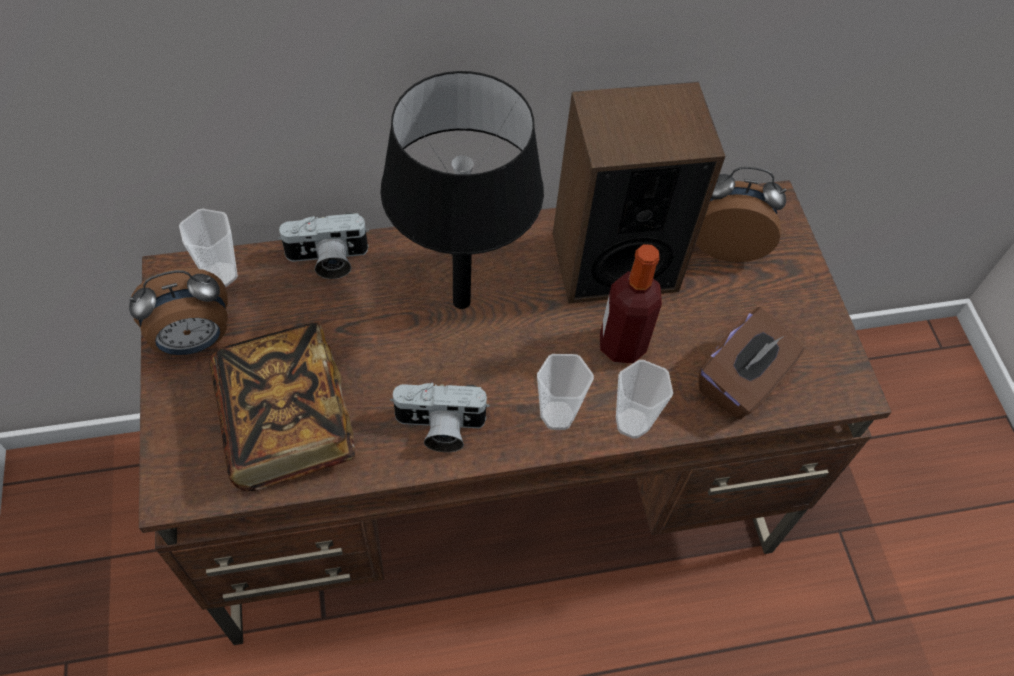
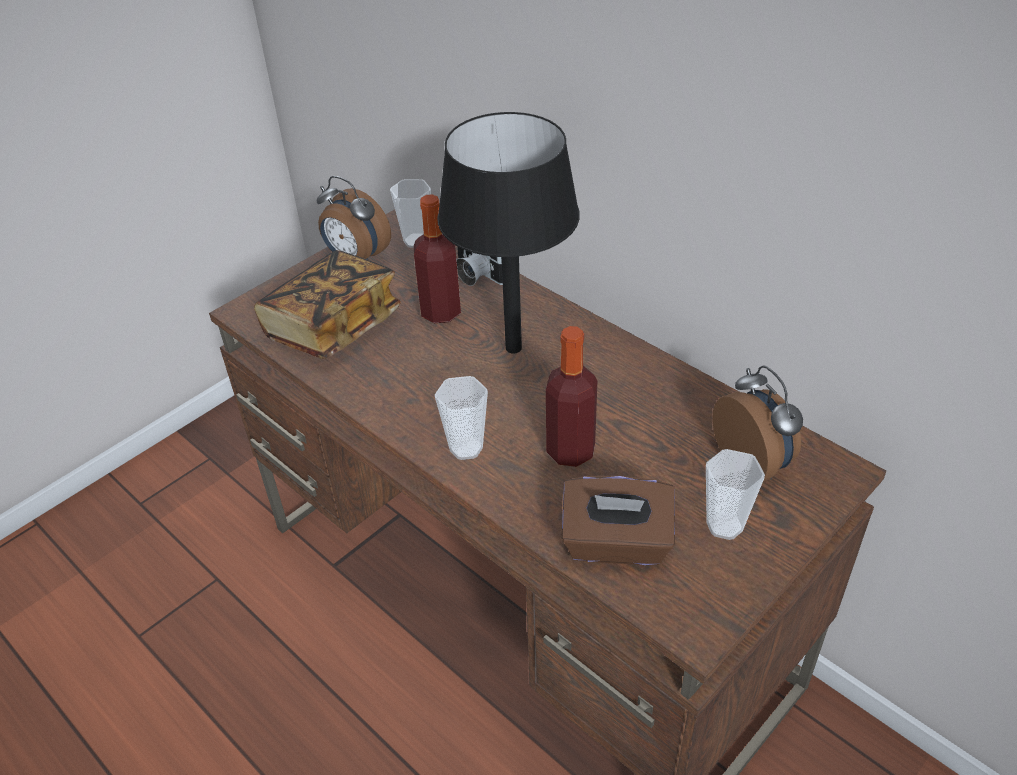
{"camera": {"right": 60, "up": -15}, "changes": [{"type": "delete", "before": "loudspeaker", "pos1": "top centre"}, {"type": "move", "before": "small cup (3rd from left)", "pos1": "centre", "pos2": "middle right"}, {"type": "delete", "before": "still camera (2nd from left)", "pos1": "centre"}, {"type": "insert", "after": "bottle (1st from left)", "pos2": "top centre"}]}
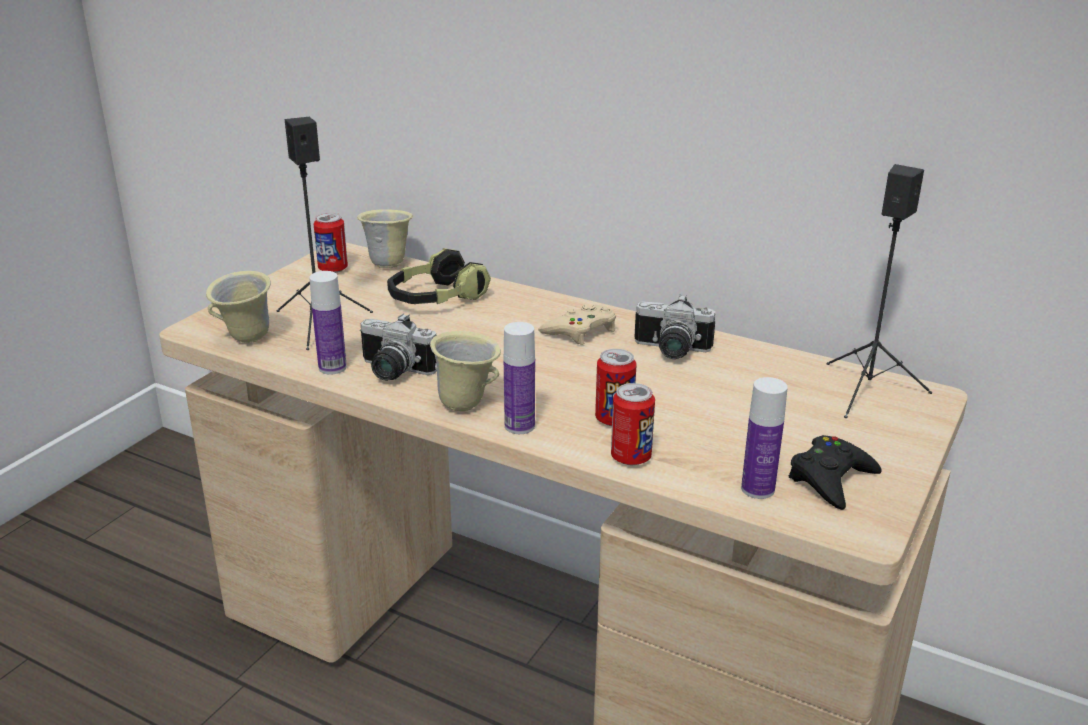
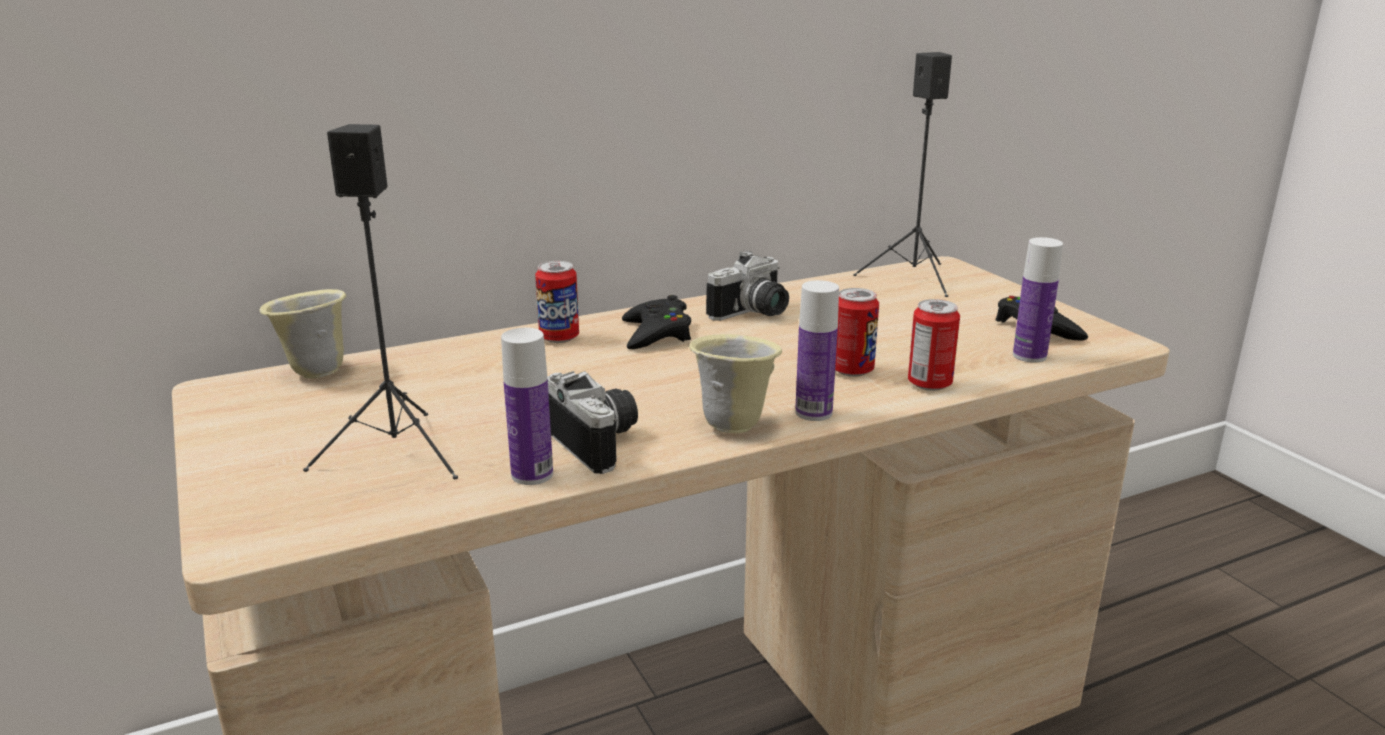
{"camera": {"right": -55, "up": -5}, "changes": [{"type": "move", "before": "can (1st from left)", "pos1": "middle left", "pos2": "centre"}, {"type": "delete", "before": "pair of headphones", "pos1": "centre"}, {"type": "delete", "before": "coffee mug in beige-coloured (1st from left)", "pos1": "middle left"}, {"type": "recolor", "before": "gamepad in beige-coloured", "after": "gamepad in blackish (1st from left)", "pos1": "centre", "pos2": "centre"}, {"type": "rotate", "before": "still camera (1st from left)", "pos1": "centre", "pos2": "centre", "turn": -90}]}
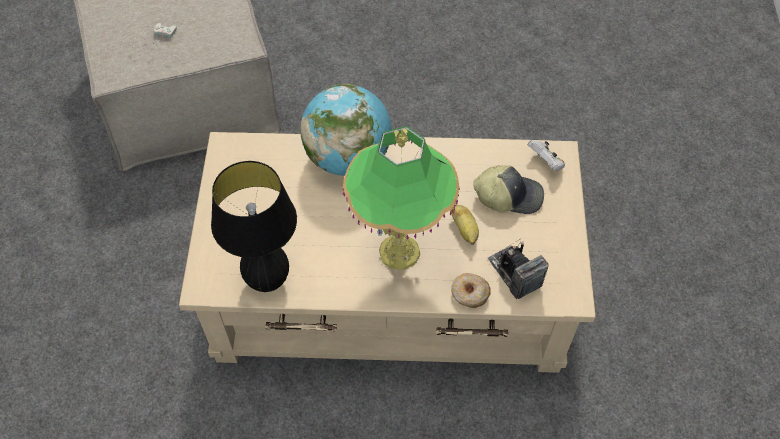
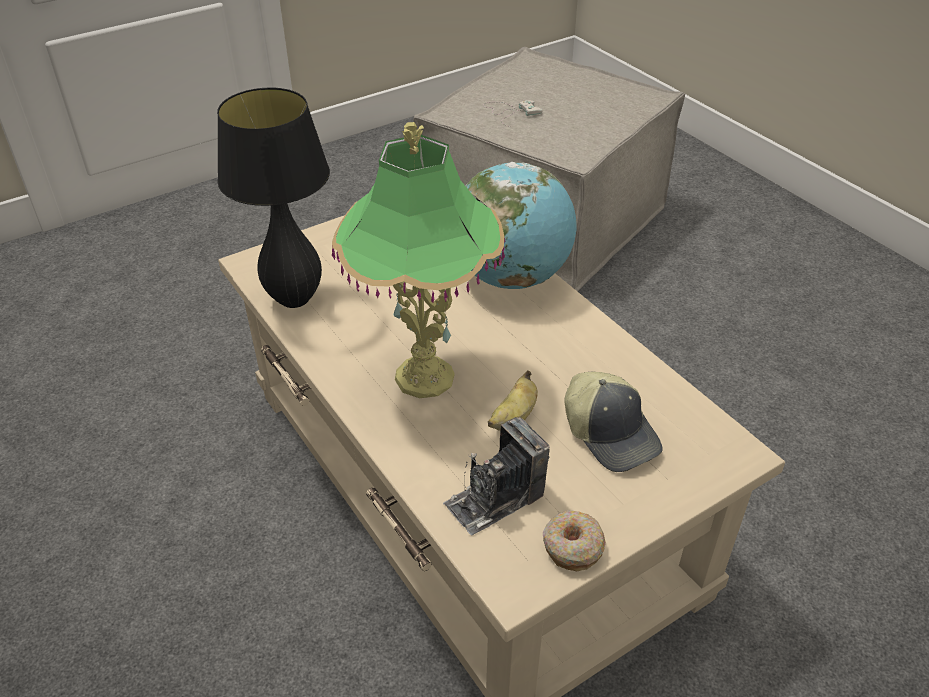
{"camera": {"right": 55, "up": -15}, "changes": [{"type": "delete", "before": "gamepad in white-coloured (2nd from left)", "pos1": "middle right"}, {"type": "rotate", "before": "still camera", "pos1": "centre", "pos2": "bottom centre", "turn": -150}, {"type": "move", "before": "doughnut", "pos1": "centre", "pos2": "bottom centre"}]}
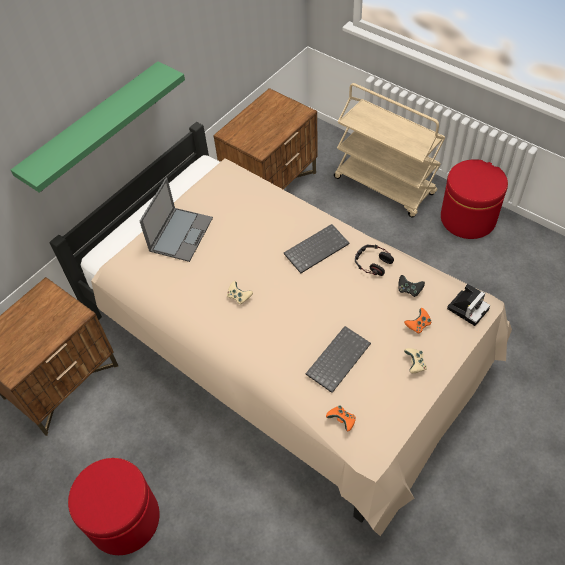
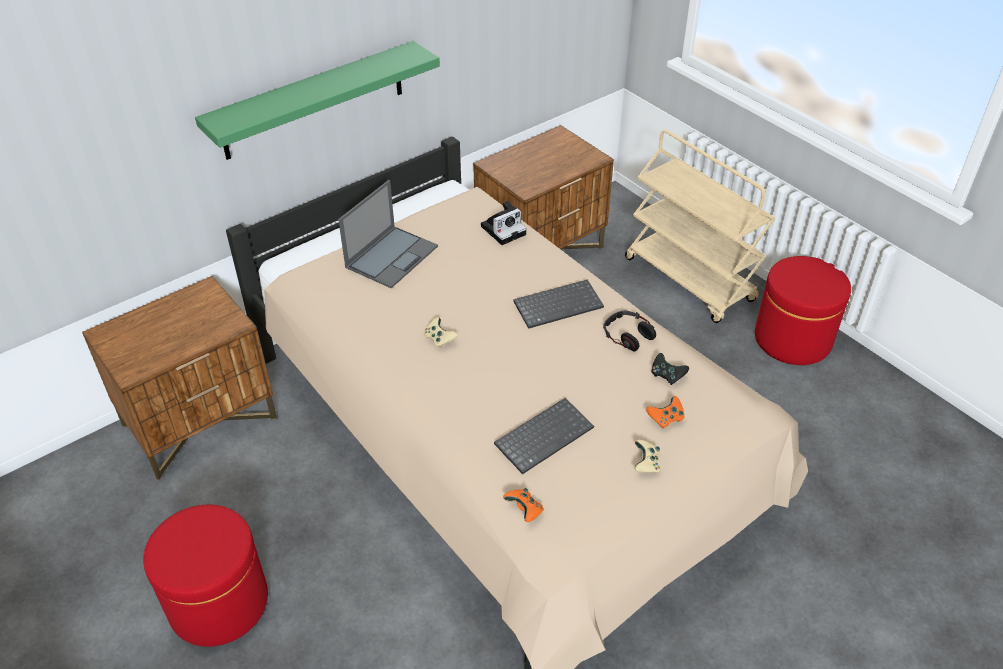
{"camera": {"right": 10, "up": -10}, "changes": [{"type": "move", "before": "still camera", "pos1": "middle right", "pos2": "centre"}]}
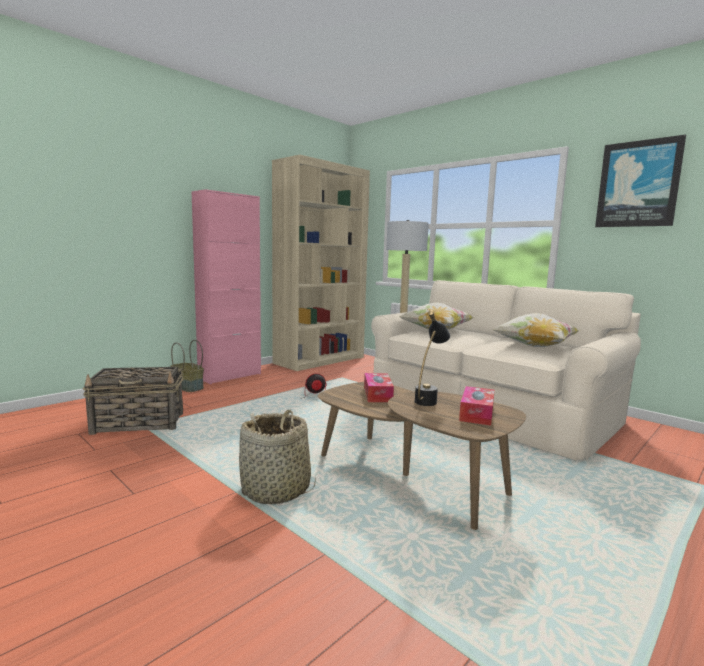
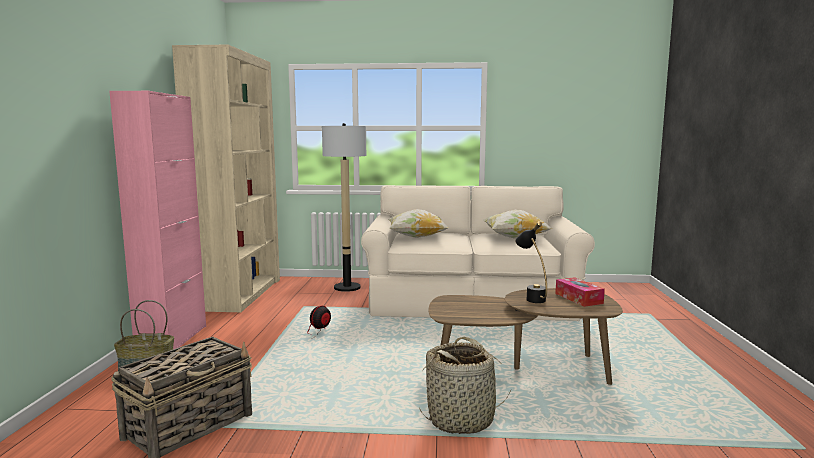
{"camera": {"right": -40, "up": 0}, "changes": [{"type": "delete", "before": "wall art", "pos1": "top right"}, {"type": "delete", "before": "tissue holder (1st from left)", "pos1": "centre"}]}
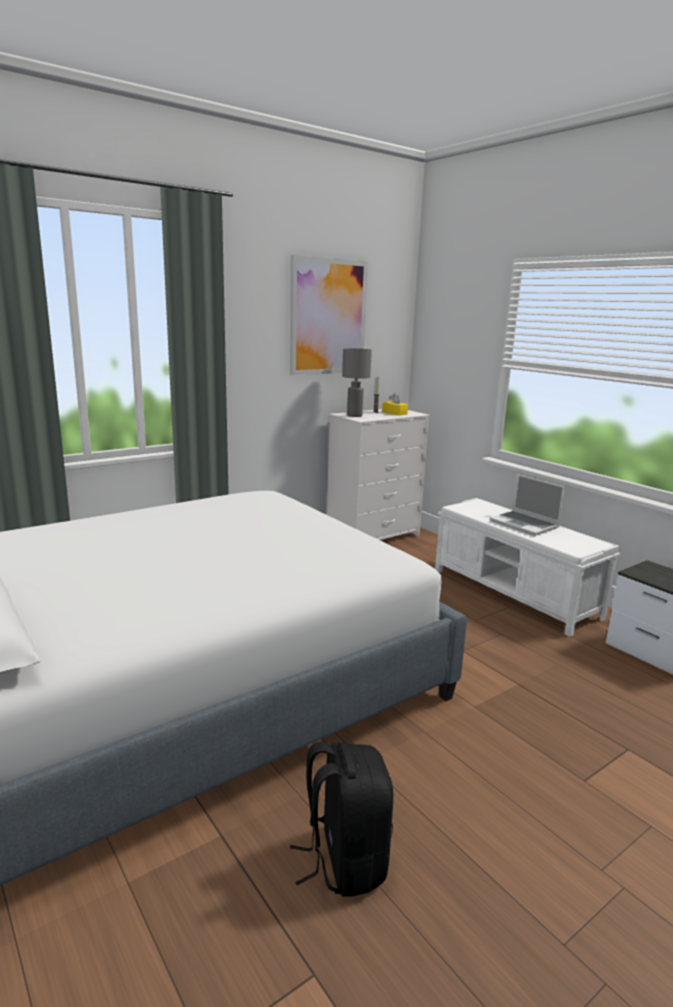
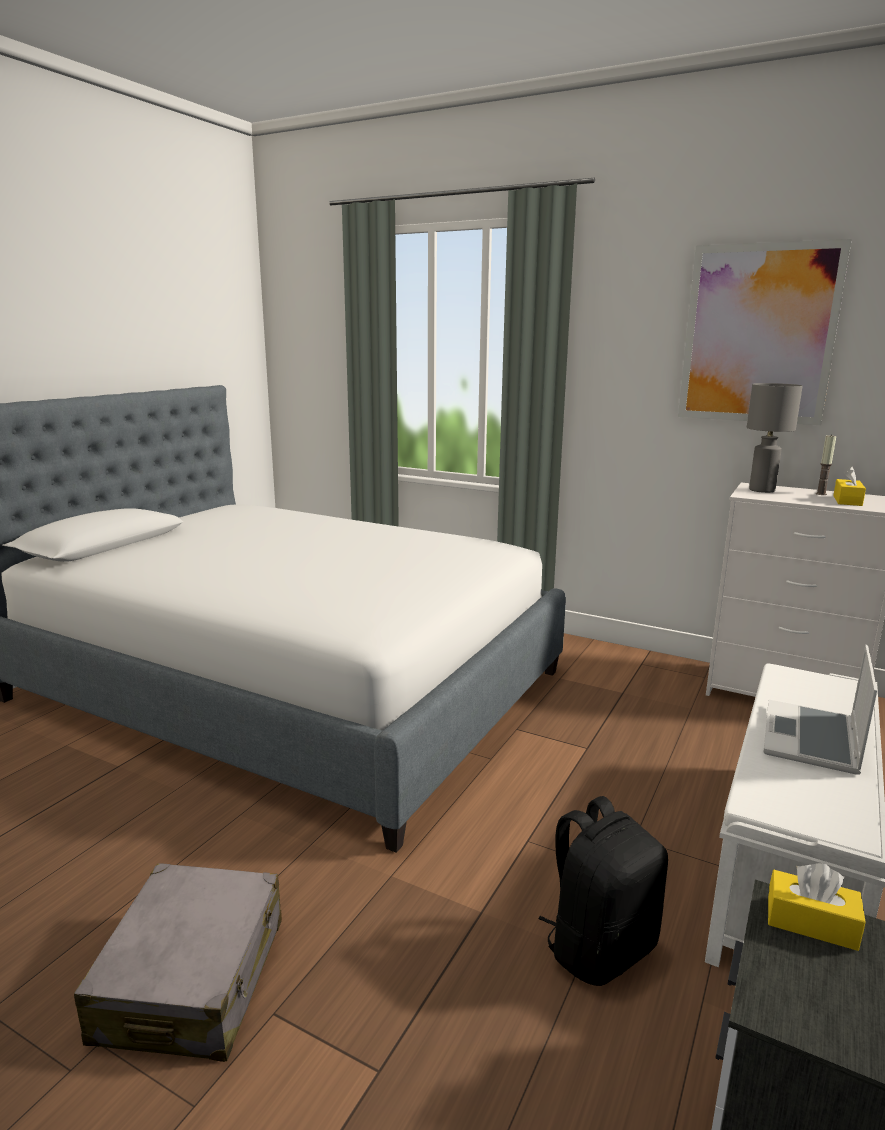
{"camera": {"right": 65, "up": 0}, "changes": [{"type": "move", "before": "knapsack in blackish", "pos1": "bottom centre", "pos2": "bottom right"}, {"type": "insert", "after": "suitcase in grey", "pos2": "bottom left"}, {"type": "insert", "after": "tissue holder in yellow-coloured (1st from left)", "pos2": "bottom right"}]}
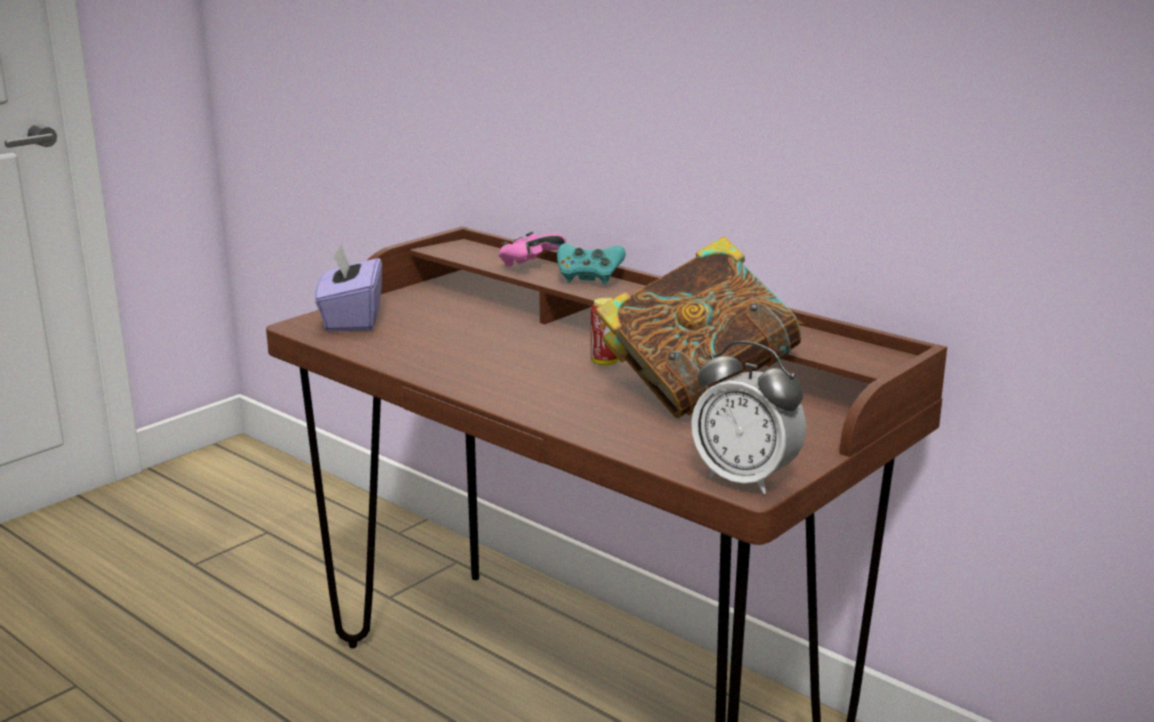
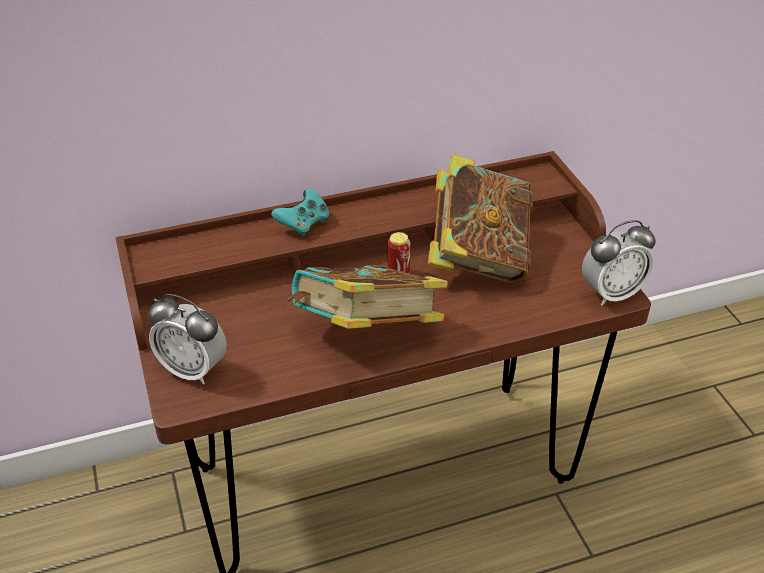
{"camera": {"right": -60, "up": 20}, "changes": [{"type": "delete", "before": "gamepad in pink", "pos1": "centre"}, {"type": "replace", "before": "tissue holder in purple-coloured", "after": "table clock (1st from left)", "pos1": "middle left", "pos2": "middle left"}, {"type": "insert", "after": "volume (1st from left)", "pos2": "centre"}]}
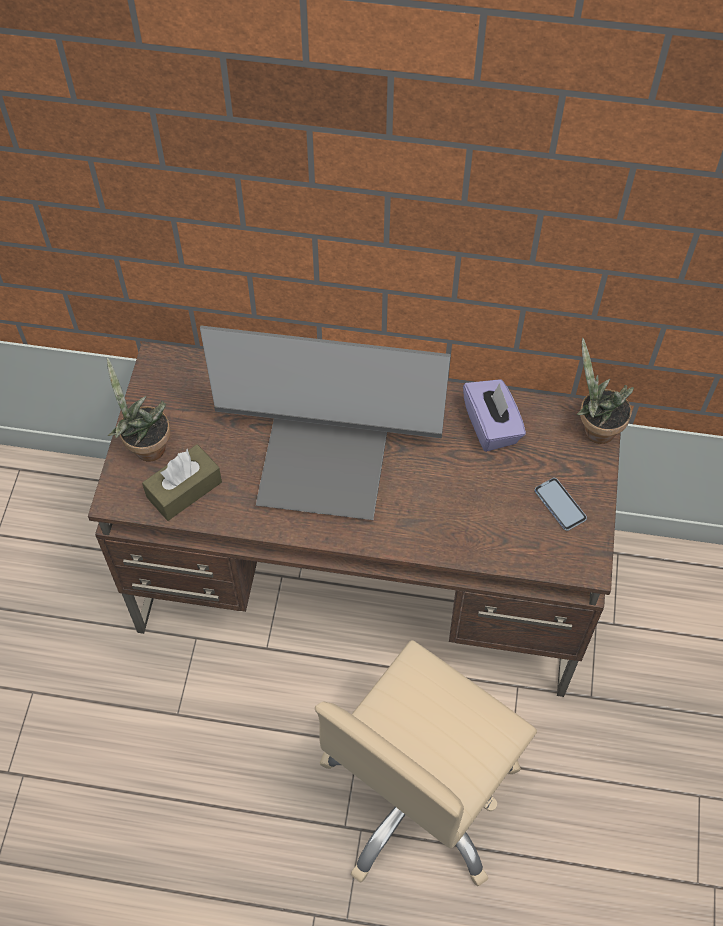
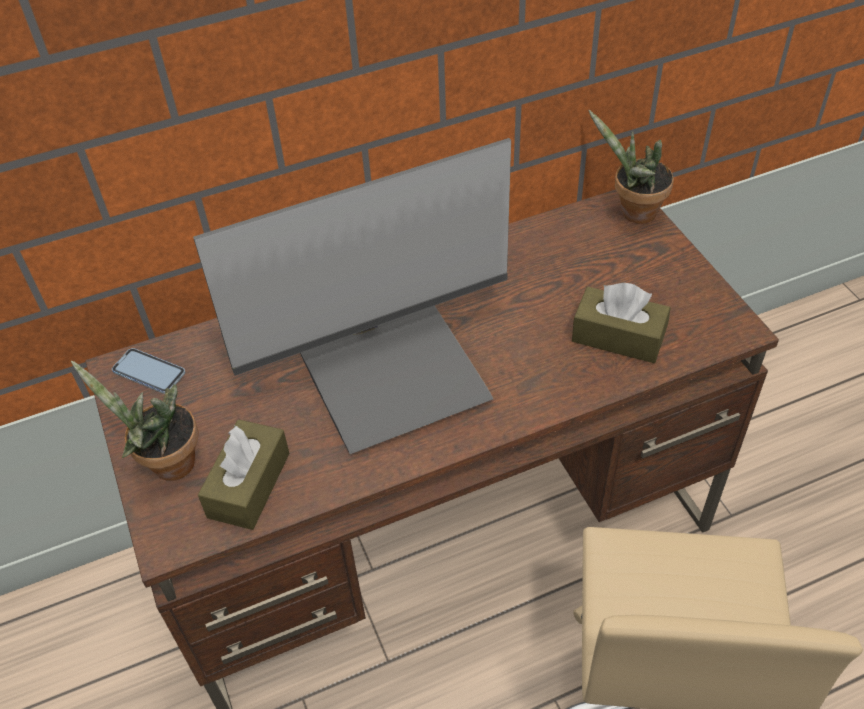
{"camera": {"right": -30, "up": -10}, "changes": [{"type": "delete", "before": "tissue holder in purple-coloured", "pos1": "middle right"}, {"type": "move", "before": "handset", "pos1": "middle right", "pos2": "middle left"}, {"type": "insert", "after": "tissue holder in brown (2nd from left)", "pos2": "middle right"}]}
